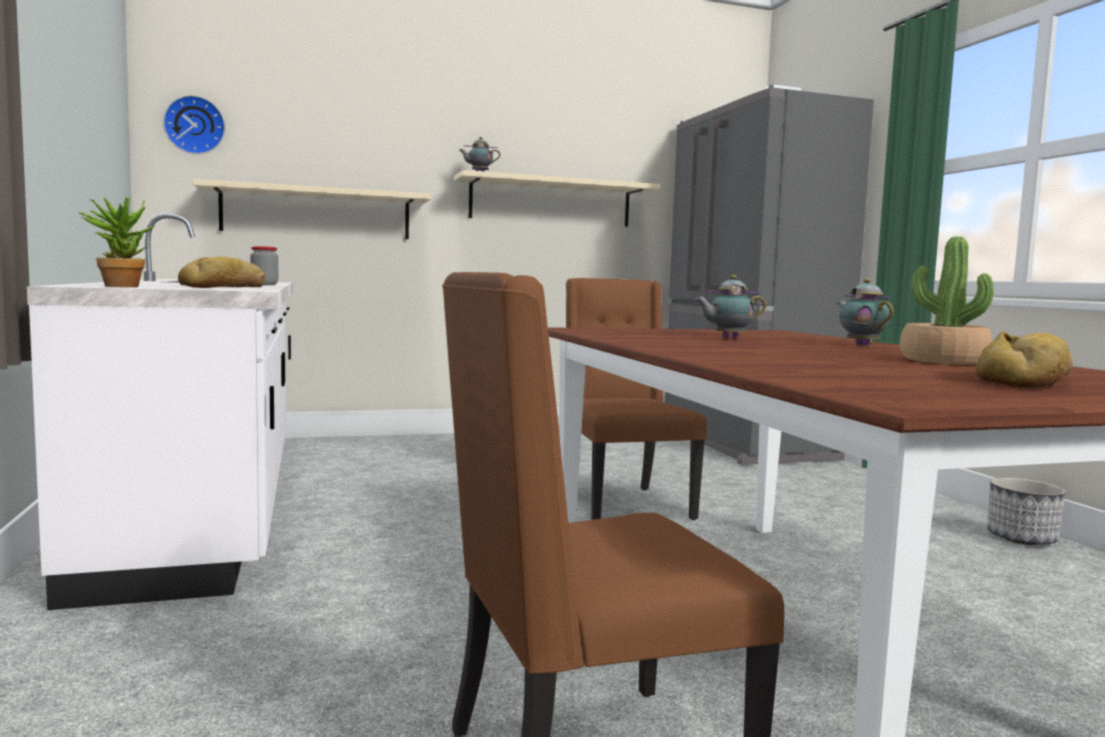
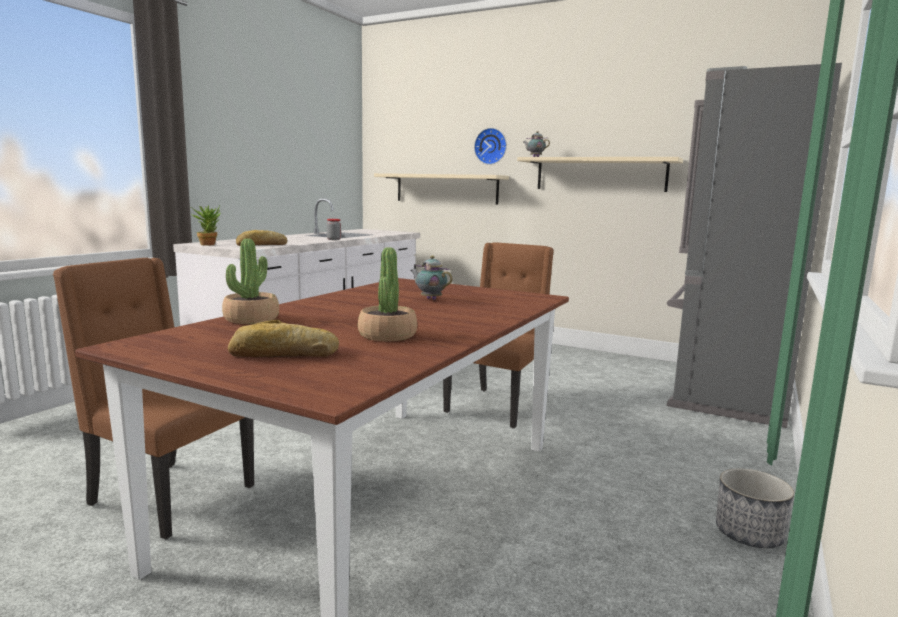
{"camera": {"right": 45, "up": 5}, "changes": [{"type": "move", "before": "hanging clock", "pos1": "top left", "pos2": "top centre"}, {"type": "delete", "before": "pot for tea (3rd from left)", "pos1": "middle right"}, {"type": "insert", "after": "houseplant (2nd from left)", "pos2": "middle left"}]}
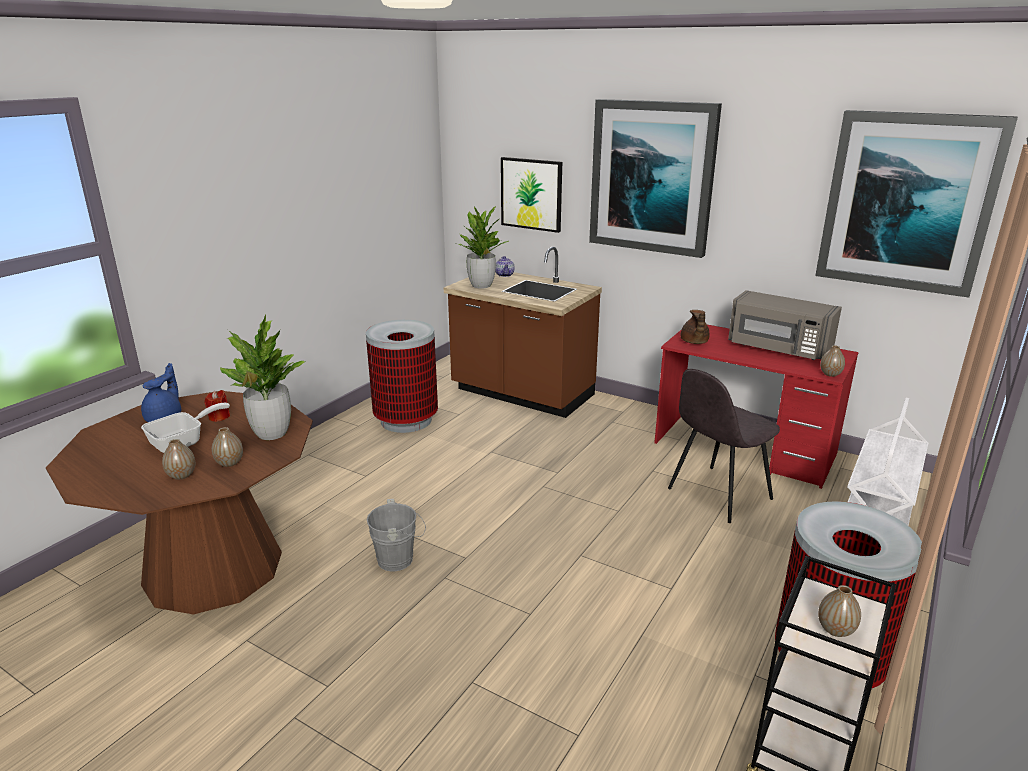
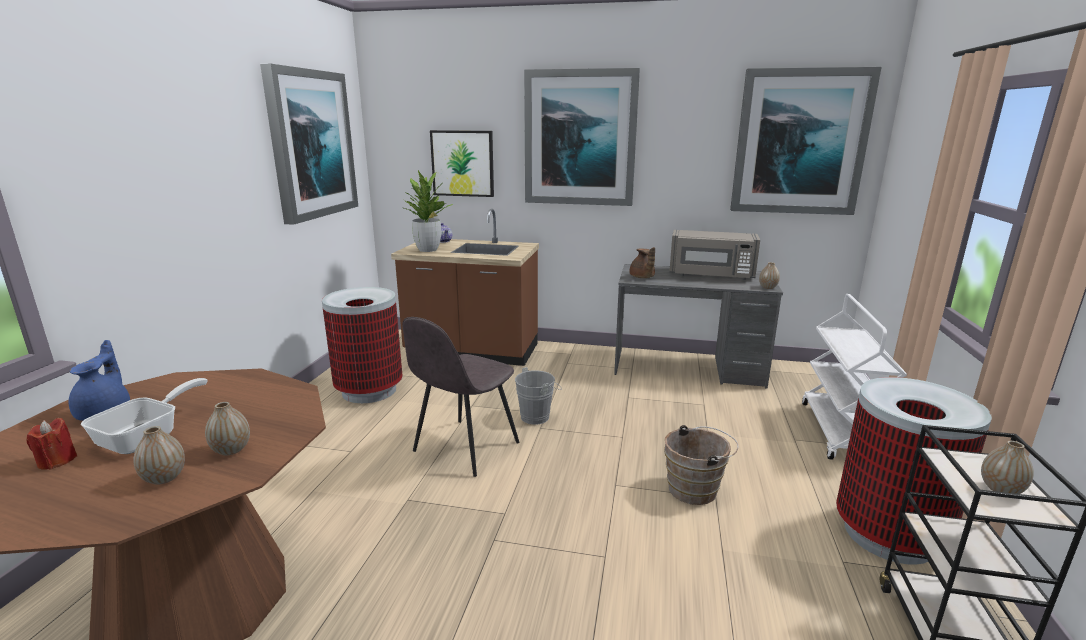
{"camera": {"right": -20, "up": -5}, "changes": [{"type": "delete", "before": "houseplant (1st from left)", "pos1": "middle left"}, {"type": "recolor", "before": "desk table in red-coloured", "after": "desk table in grey", "pos1": "middle right", "pos2": "centre"}, {"type": "move", "before": "chair in grey", "pos1": "middle right", "pos2": "centre"}, {"type": "move", "before": "candle in red-coloured", "pos1": "middle left", "pos2": "bottom left"}, {"type": "move", "before": "pail in grey", "pos1": "bottom centre", "pos2": "centre"}, {"type": "insert", "after": "wall art (1st from left)", "pos2": "top left"}, {"type": "insert", "after": "pail in brown", "pos2": "bottom centre"}]}
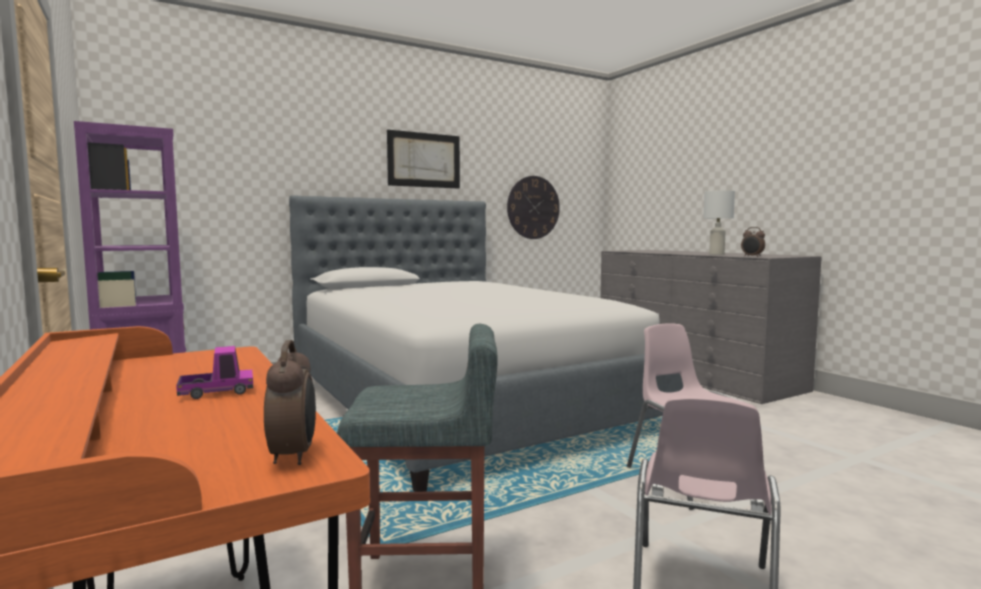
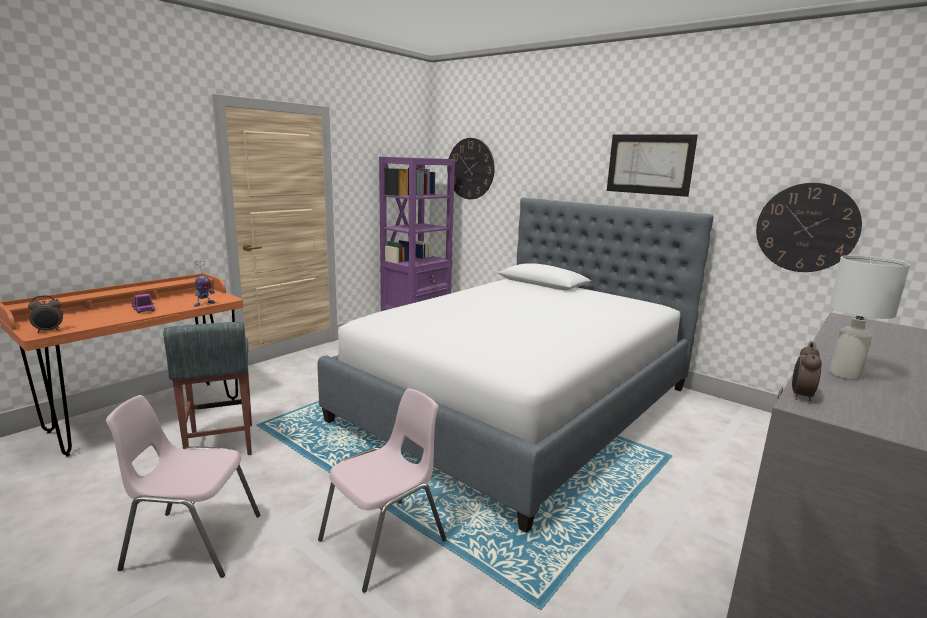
{"camera": {"right": 70, "up": 10}, "changes": [{"type": "insert", "after": "hanging clock (1st from left)", "pos2": "top centre"}, {"type": "insert", "after": "robot figure", "pos2": "middle left"}]}
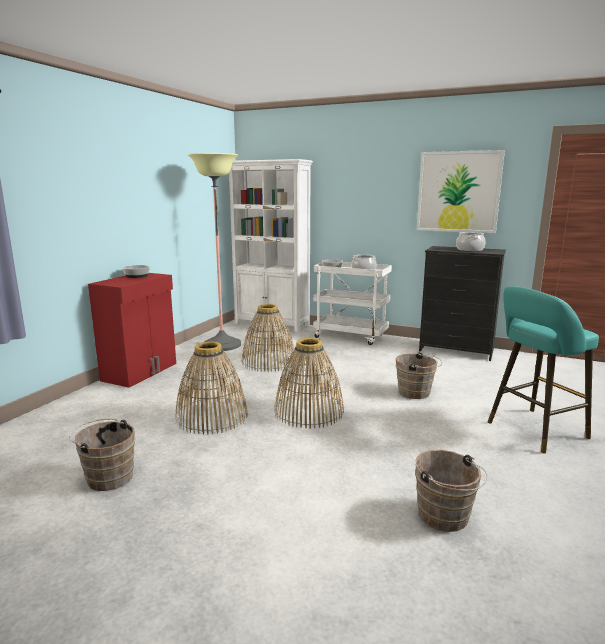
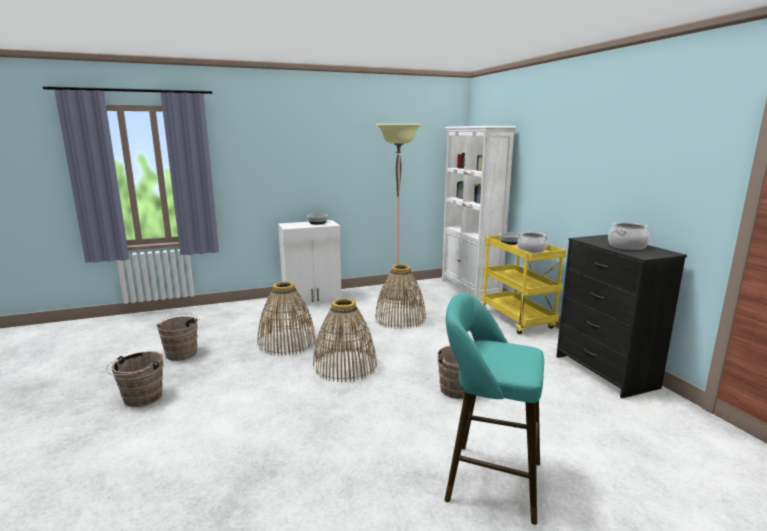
{"camera": {"right": 45, "up": 0}, "changes": [{"type": "delete", "before": "wall art", "pos1": "top right"}, {"type": "recolor", "before": "wheeled cart in white-coloured", "after": "wheeled cart in yellow-coloured", "pos1": "centre", "pos2": "middle right"}, {"type": "recolor", "before": "cupboard in red-coloured", "after": "cupboard in white-coloured", "pos1": "middle left", "pos2": "centre"}, {"type": "move", "before": "pail in brown (3rd from left in the first image)", "after": "pail in brown (1st from left)", "pos1": "bottom right", "pos2": "bottom left"}]}
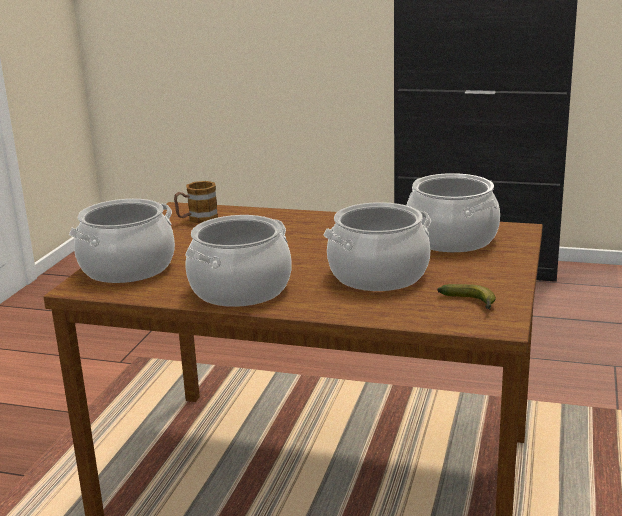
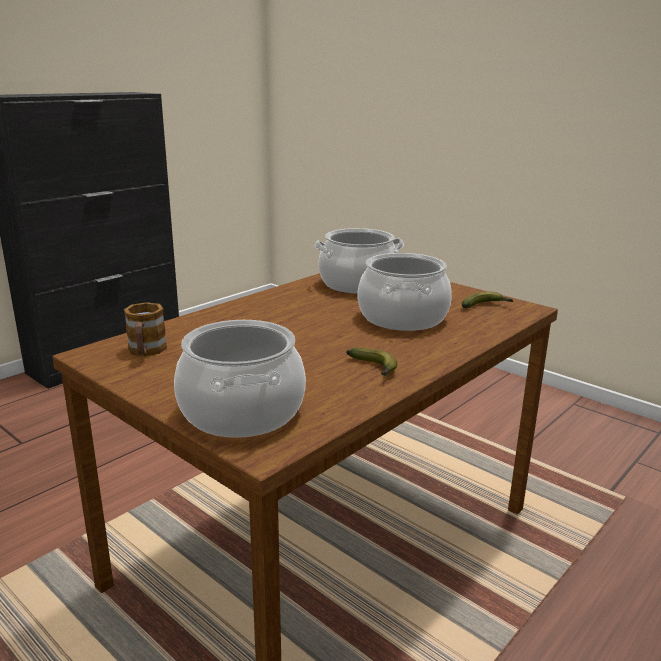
{"camera": {"right": -65, "up": 0}, "changes": [{"type": "replace", "before": "cooking pot (2nd from left)", "after": "whole banana (1st from left)", "pos1": "centre", "pos2": "centre"}]}
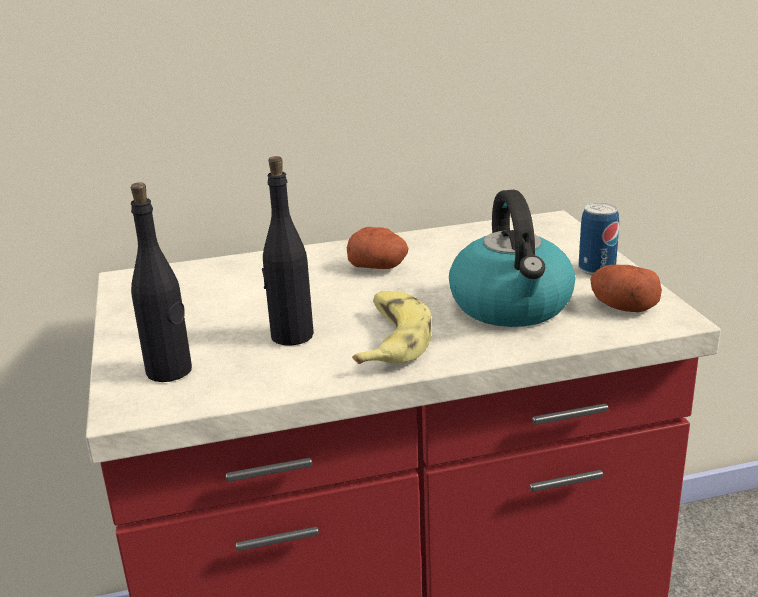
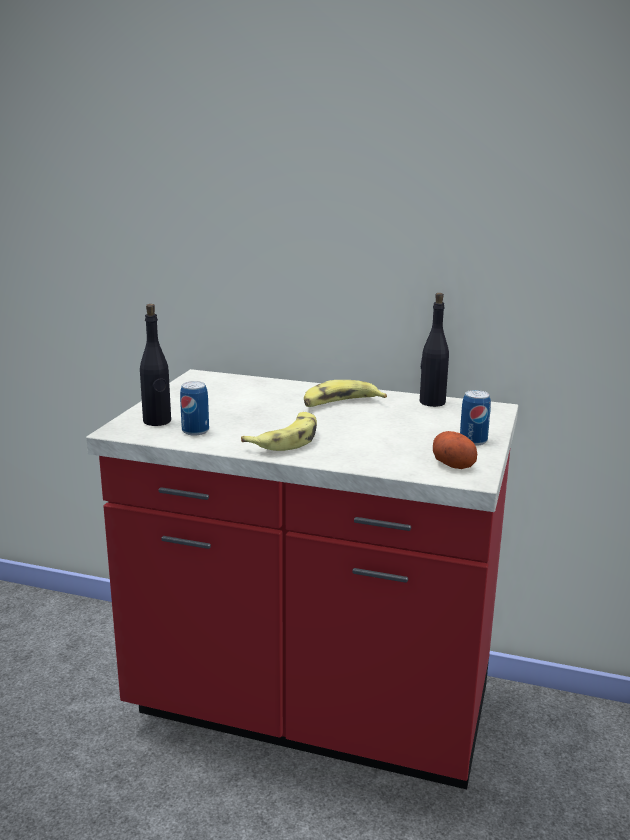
{"camera": {"right": 30, "up": -5}, "changes": [{"type": "move", "before": "bottle in blackish (2nd from left)", "pos1": "centre", "pos2": "middle right"}, {"type": "delete", "before": "tea kettle", "pos1": "middle right"}, {"type": "replace", "before": "whole potato (1st from left)", "after": "whole banana (2nd from left)", "pos1": "centre", "pos2": "centre"}, {"type": "insert", "after": "can (1st from left)", "pos2": "middle left"}]}
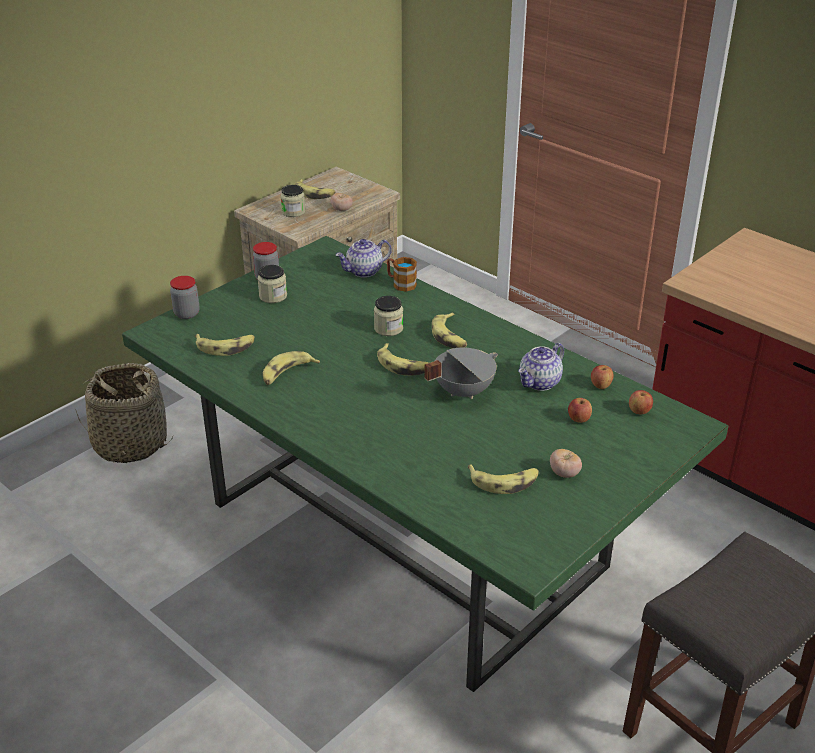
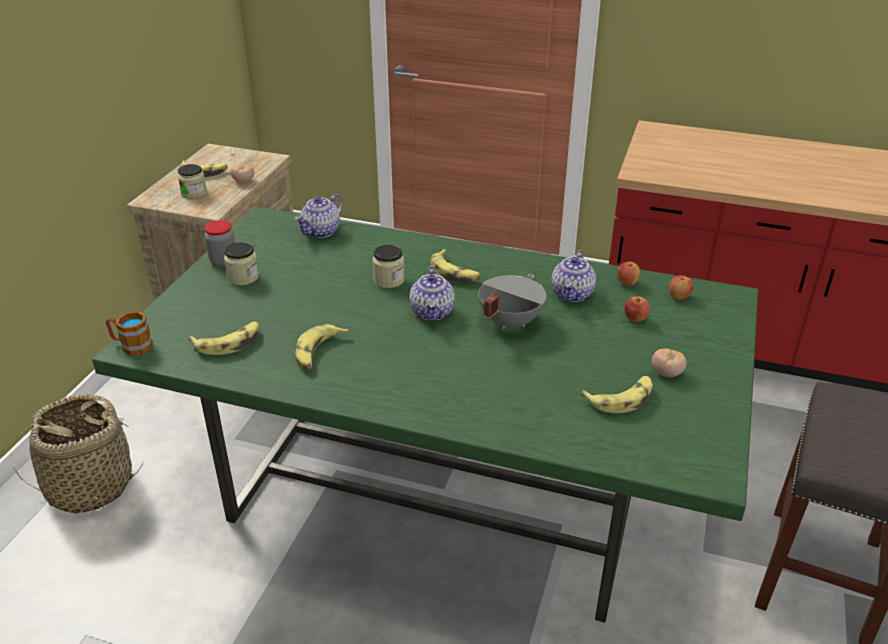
{"camera": {"right": -25, "up": 0}, "changes": [{"type": "move", "before": "coffee mug", "pos1": "centre", "pos2": "middle left"}, {"type": "delete", "before": "jar (1st from left)", "pos1": "middle left"}, {"type": "replace", "before": "whole banana (4th from left)", "after": "pot for tea (2nd from left)", "pos1": "centre", "pos2": "centre"}]}
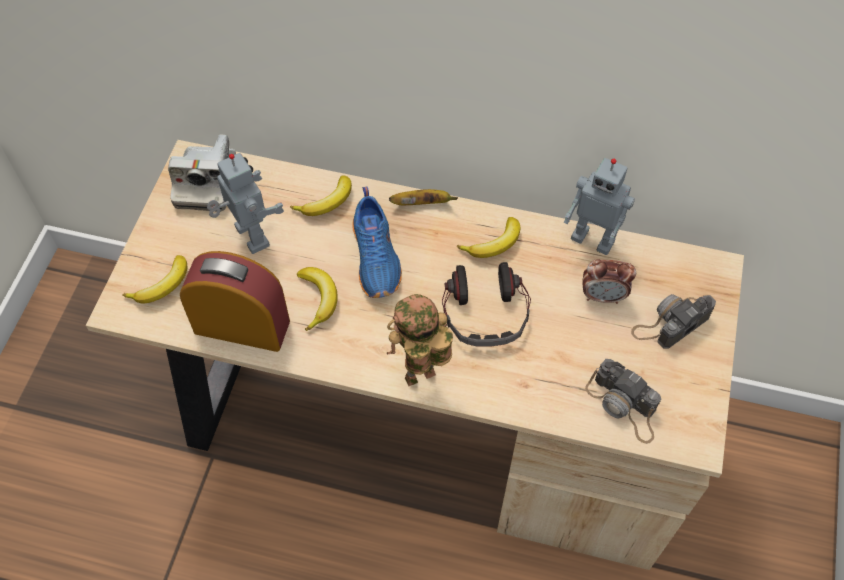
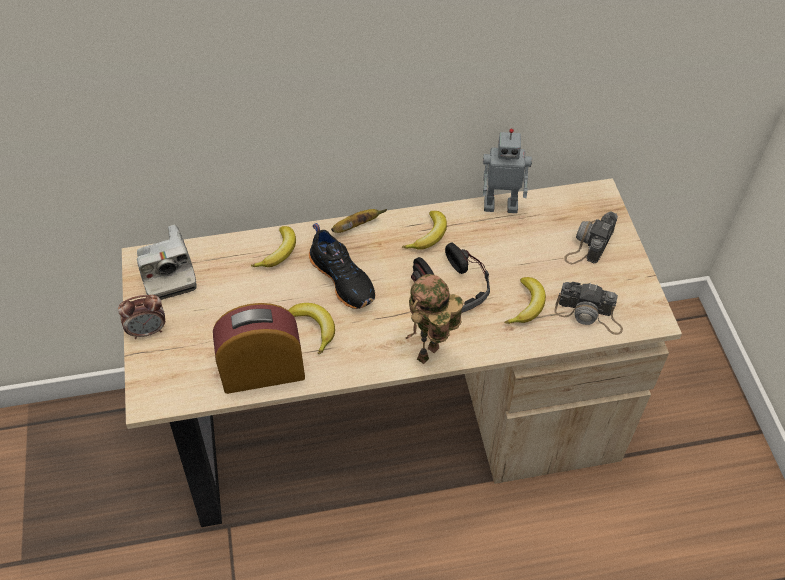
{"camera": {"right": -25, "up": -5}, "changes": [{"type": "delete", "before": "robot figure (1st from left)", "pos1": "middle left"}, {"type": "recolor", "before": "shoe in bluish", "after": "shoe in blackish", "pos1": "centre", "pos2": "centre"}, {"type": "move", "before": "whole banana (1st from left in the first image)", "after": "whole banana (5th from left)", "pos1": "middle left", "pos2": "middle right"}, {"type": "move", "before": "table clock (2nd from left in the first image)", "after": "table clock (1st from left)", "pos1": "middle right", "pos2": "middle left"}]}
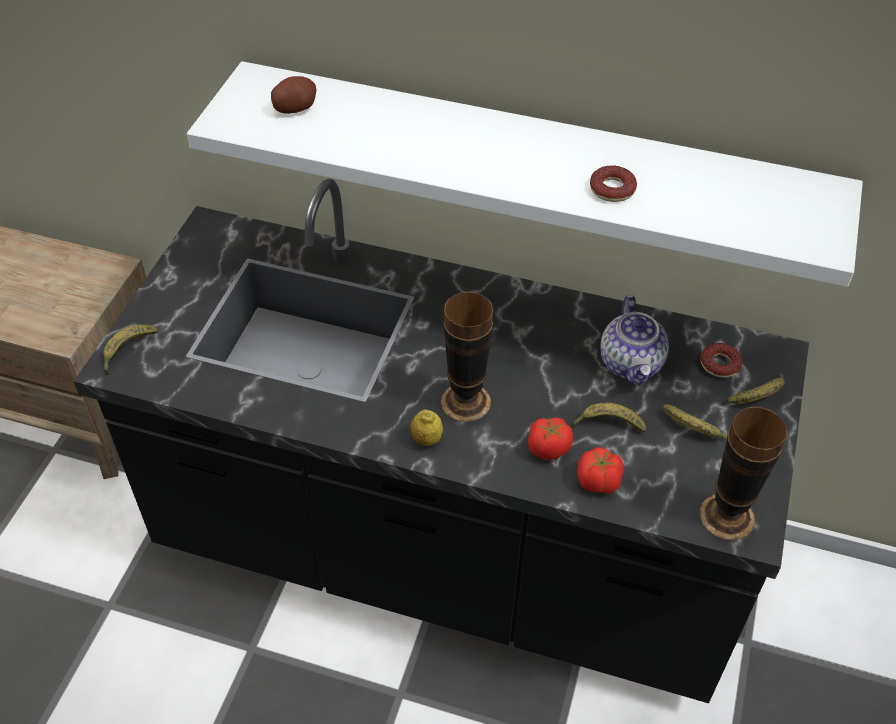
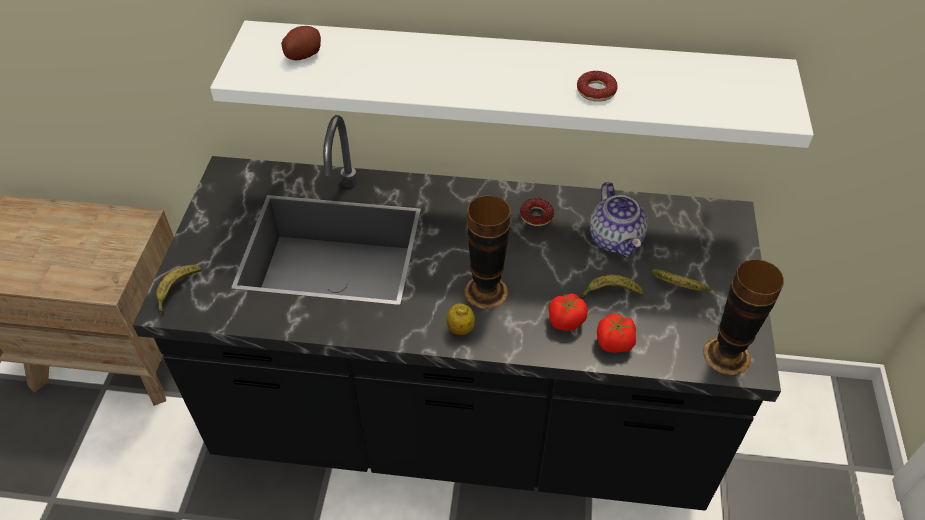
{"camera": {"right": -10, "up": 0}, "changes": [{"type": "move", "before": "doughnut (2nd from left in the first image)", "after": "doughnut (1st from left)", "pos1": "middle right", "pos2": "centre"}, {"type": "delete", "before": "whole banana (4th from left)", "pos1": "middle right"}]}
